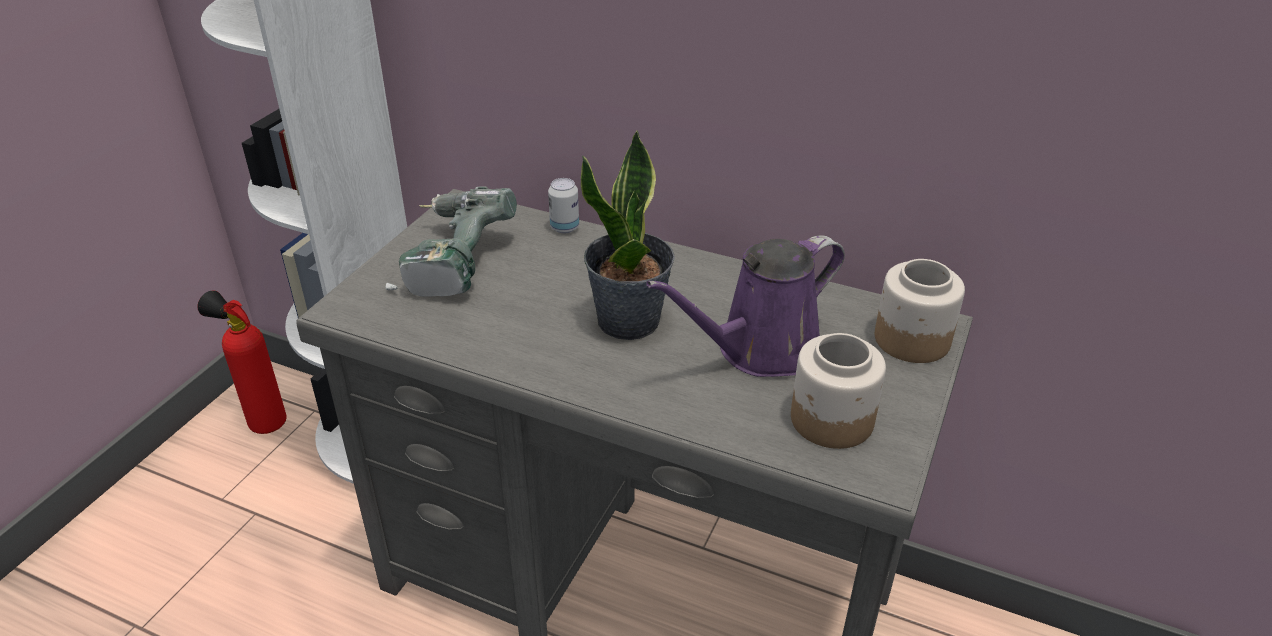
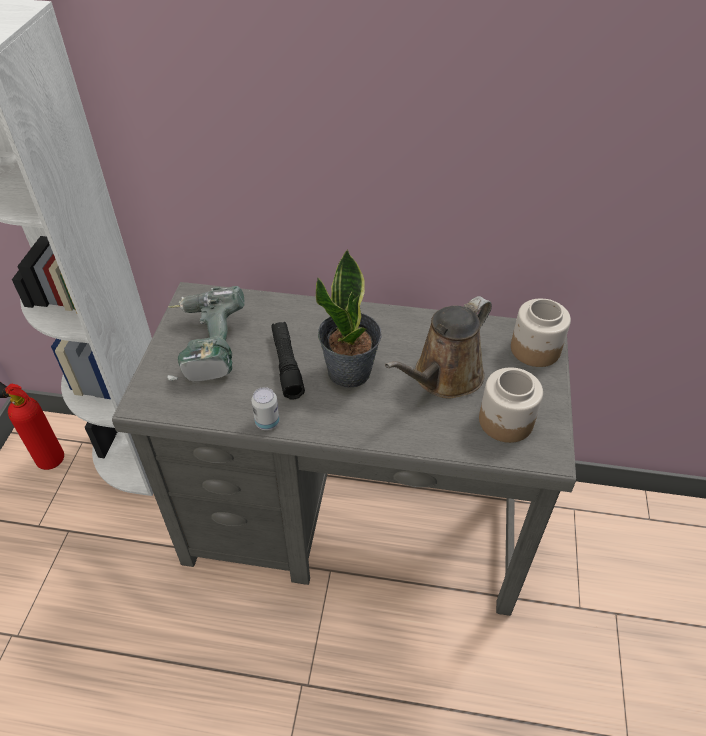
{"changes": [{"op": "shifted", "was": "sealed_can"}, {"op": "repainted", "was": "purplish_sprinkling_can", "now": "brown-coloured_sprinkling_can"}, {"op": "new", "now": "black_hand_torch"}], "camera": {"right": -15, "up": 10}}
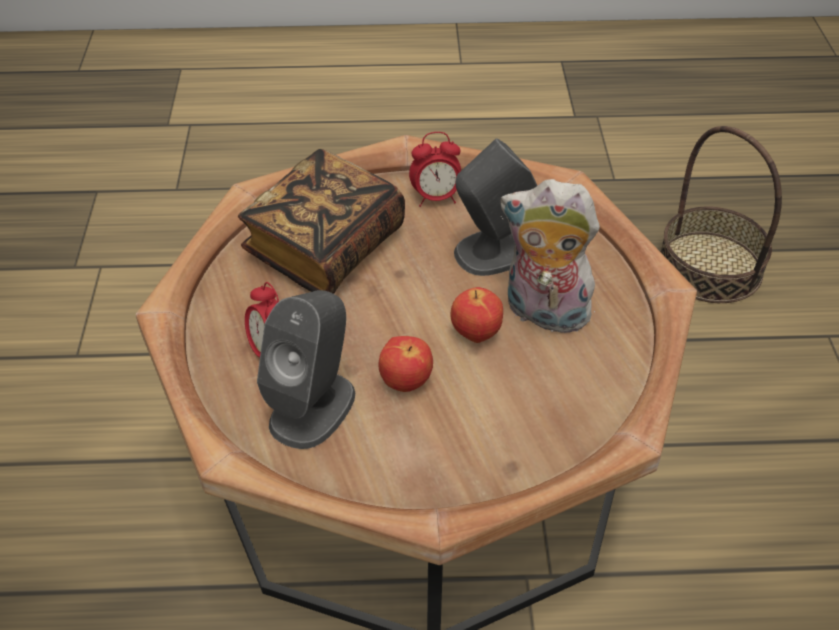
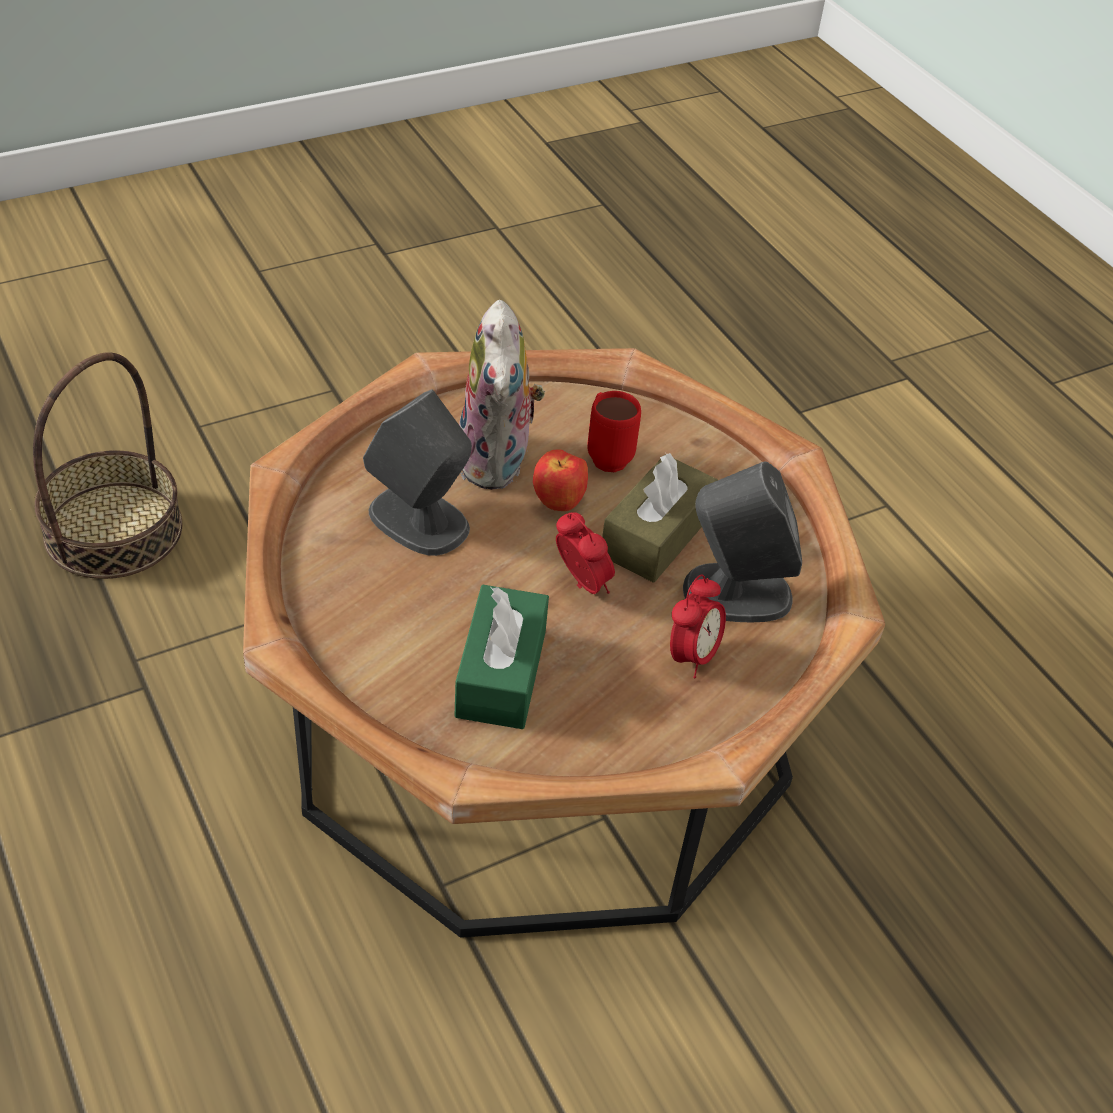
{"changes": [{"op": "swapped", "was": "book", "now": "green-coloured_tissue_box"}, {"op": "swapped", "was": "apple_fruit (no. 1 from left)", "now": "brown-coloured_tissue_box"}, {"op": "shifted", "was": "bedside_clock (no. 2 from left in the first image)", "now": "bedside_clock (no. 1 from left)"}, {"op": "new", "now": "red_mug"}], "camera": {"right": -120, "up": 0}}
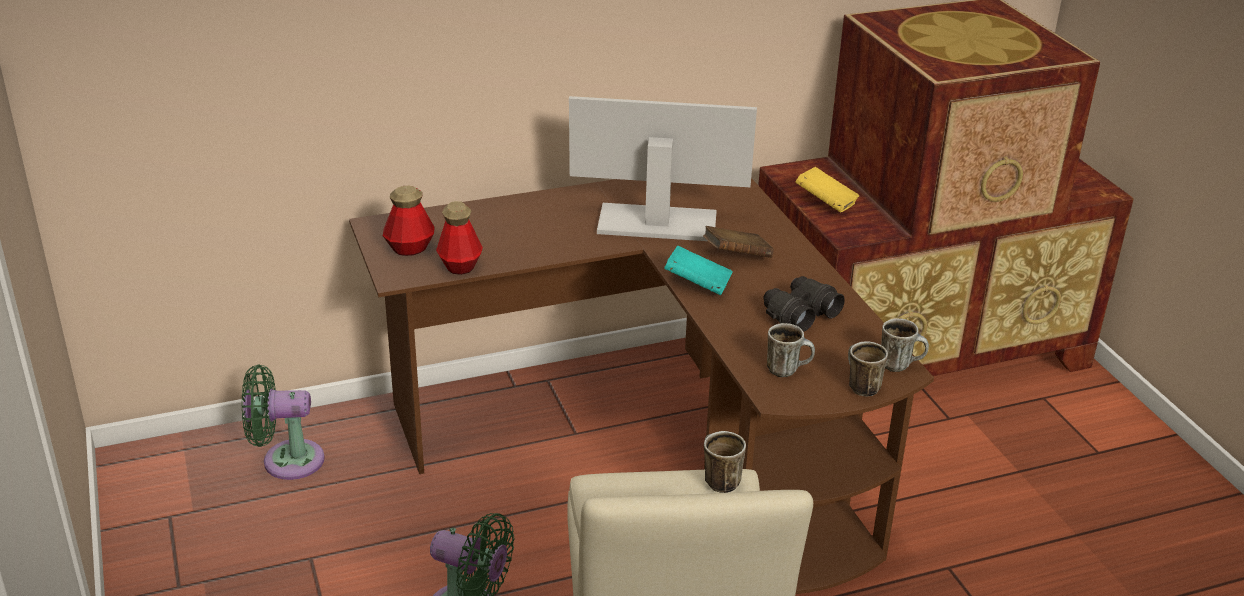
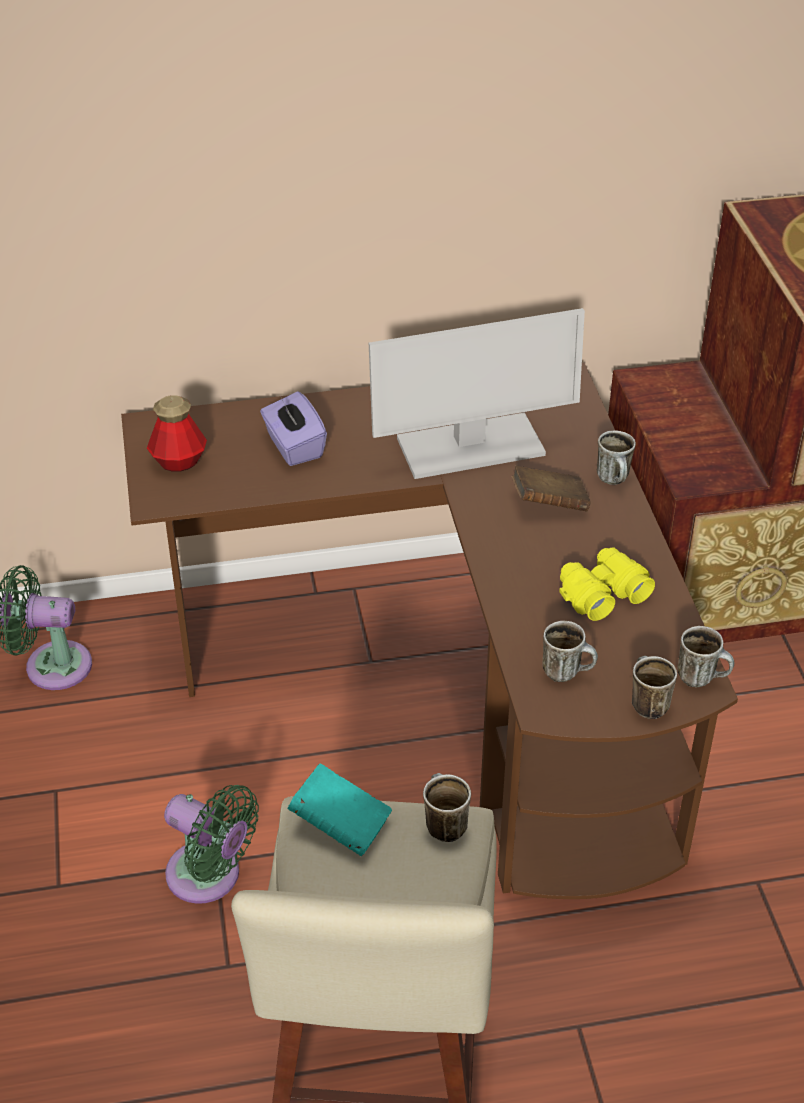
{"changes": [{"op": "gone", "was": "bottle (no. 2 from left)"}, {"op": "rotated", "was": "computer_display", "clockwise": 150}, {"op": "shifted", "was": "turquoise-coloured_book"}, {"op": "repainted", "was": "black_pair_of_binoculars", "now": "yellow-coloured_pair_of_binoculars"}, {"op": "gone", "was": "yellow-coloured_book"}, {"op": "new", "now": "purplish_tissue_box"}, {"op": "new", "now": "mug (no. 3 from left)"}], "camera": {"right": 10, "up": 10}}
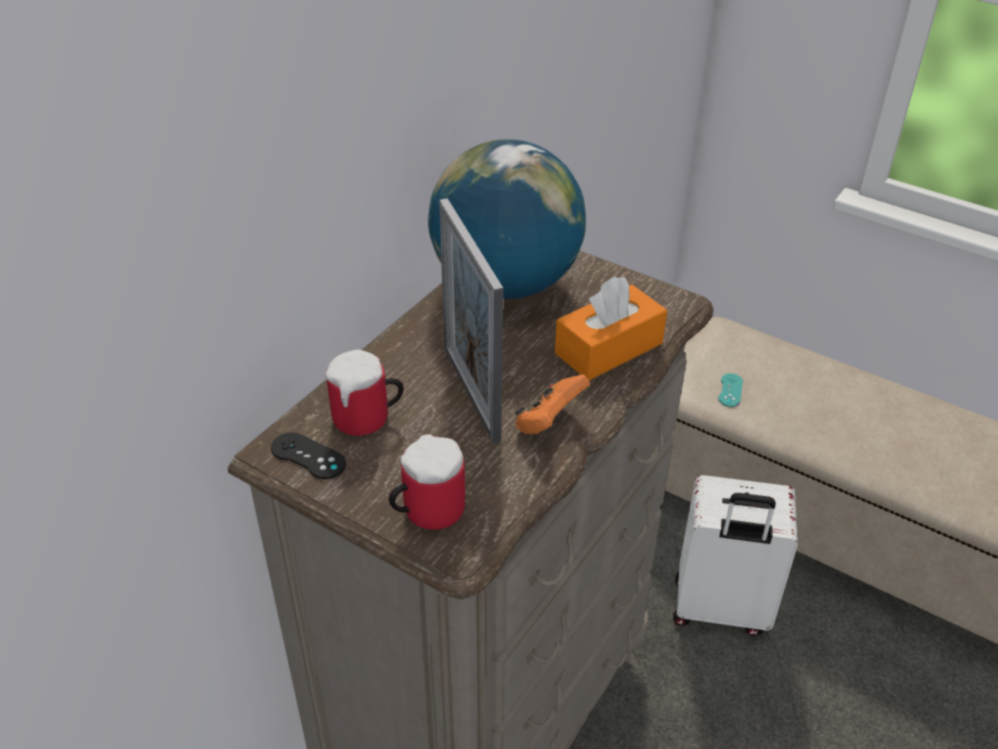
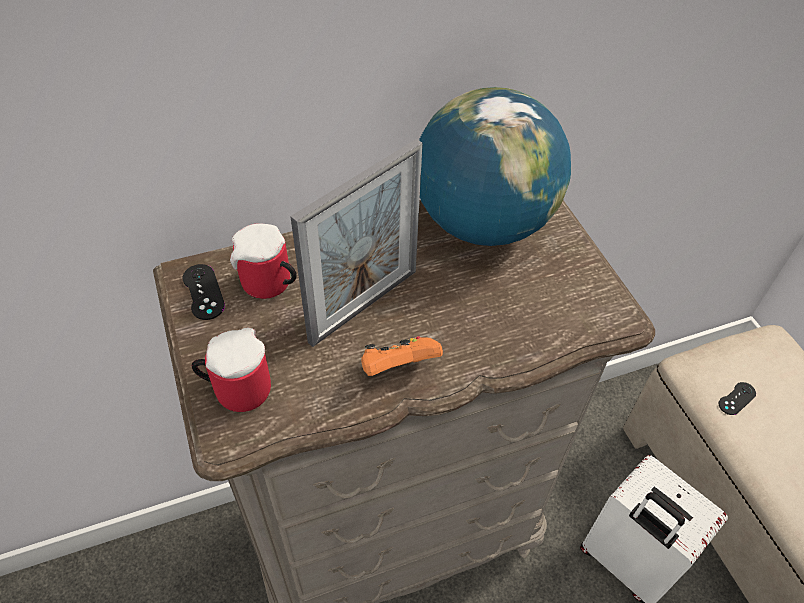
{"changes": [{"op": "rotated", "was": "picture_frame", "clockwise": -150}, {"op": "gone", "was": "orange-coloured_tissue_box"}, {"op": "repainted", "was": "turquoise-coloured_joypad", "now": "black_joypad (no. 2 from left)"}], "camera": {"right": 35, "up": 10}}
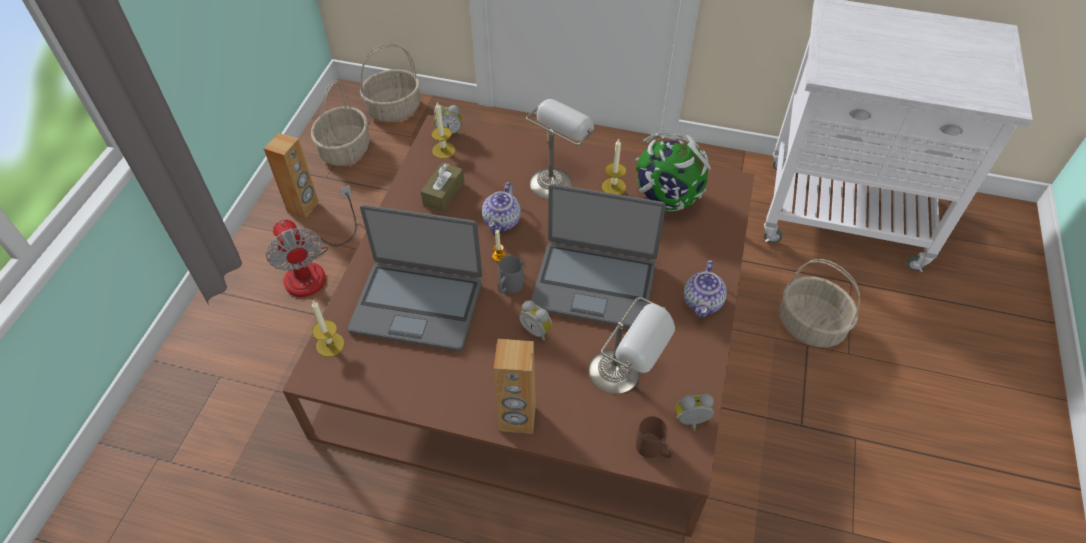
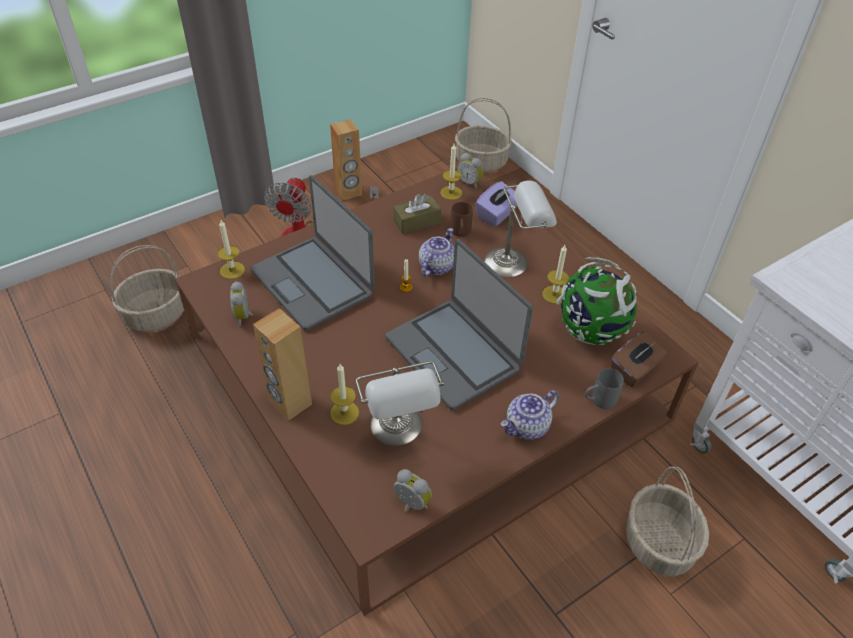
{"changes": [{"op": "shifted", "was": "storage_basket (no. 1 from left)"}, {"op": "rotated", "was": "teapot (no. 1 from left)", "clockwise": 150}, {"op": "shifted", "was": "grey_mug"}, {"op": "shifted", "was": "bedside_clock (no. 2 from left in the first image)", "now": "bedside_clock (no. 1 from left)"}, {"op": "shifted", "was": "brown-coloured_mug"}, {"op": "new", "now": "candle (no. 2 from left)"}, {"op": "new", "now": "purplish_tissue_box"}, {"op": "new", "now": "brown-coloured_tissue_box (no. 2 from left)"}], "camera": {"right": 40, "up": -5}}
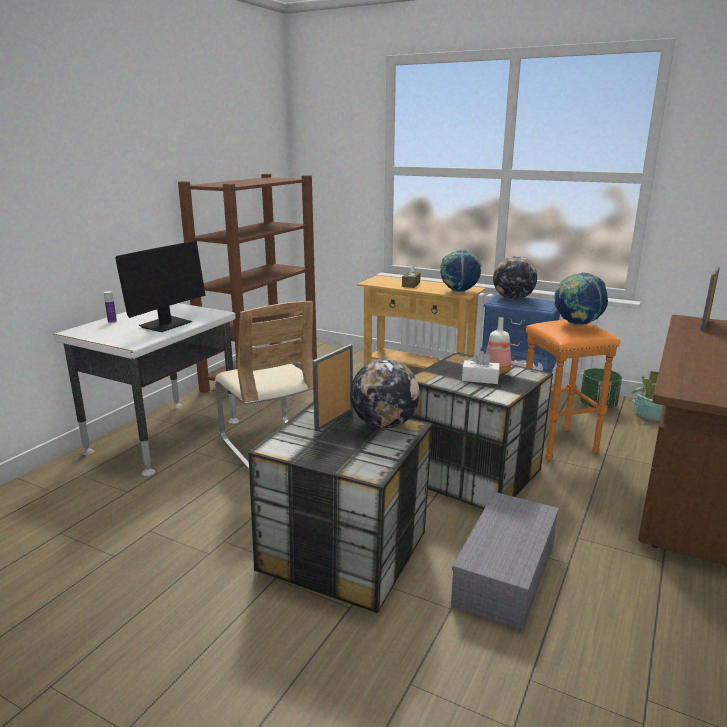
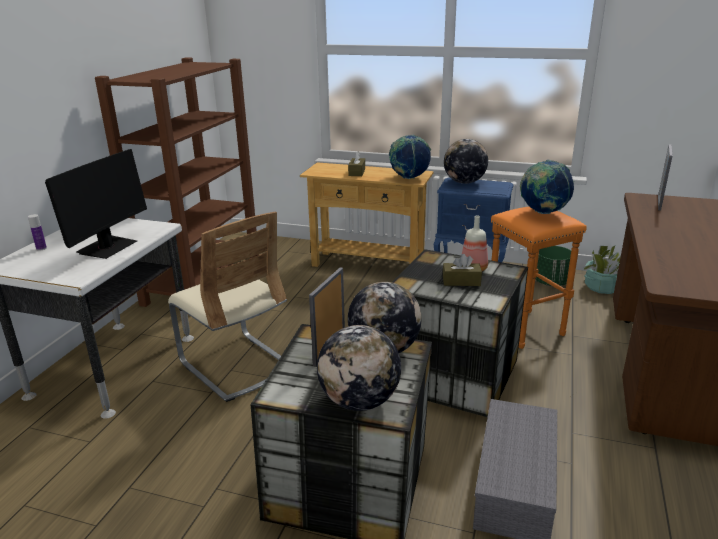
{"changes": [{"op": "repainted", "was": "whitish_tissue_box", "now": "brown-coloured_tissue_box (no. 2 from left)"}, {"op": "new", "now": "world_globe (no. 1 from left)"}], "camera": {"right": -10, "up": 5}}
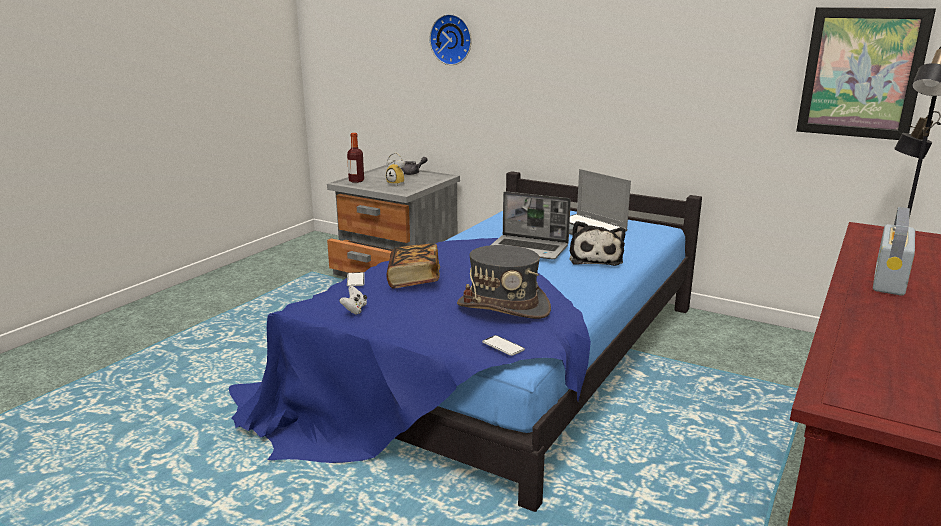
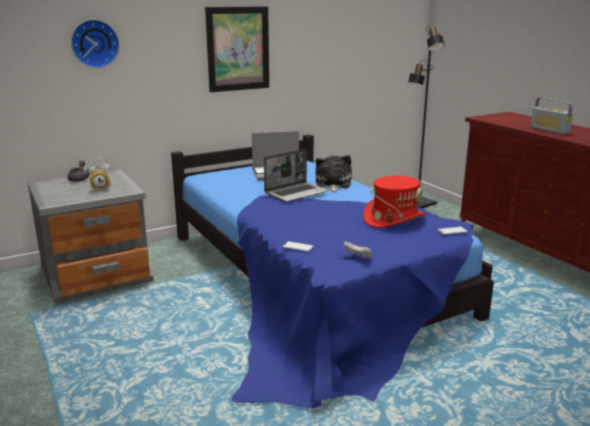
{"changes": [{"op": "gone", "was": "bottle"}, {"op": "gone", "was": "book"}, {"op": "repainted", "was": "grey_hat", "now": "red_hat"}, {"op": "rotated", "was": "cuddly_toy", "clockwise": -120}, {"op": "shifted", "was": "wall_picture"}], "camera": {"right": -60, "up": 0}}
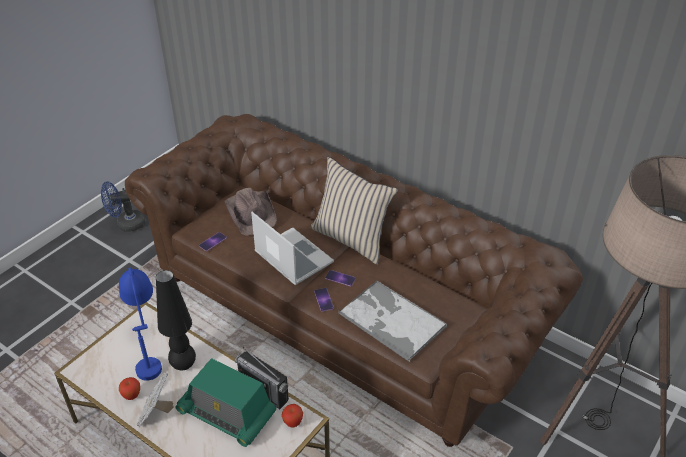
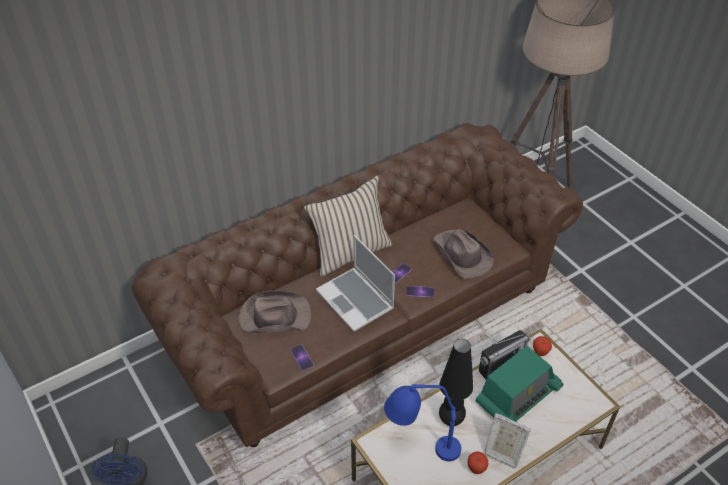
{"changes": [{"op": "rotated", "was": "laptop", "clockwise": -105}, {"op": "swapped", "was": "carrying_tray", "now": "brown-coloured_hat (no. 2 from left)"}], "camera": {"right": -70, "up": 5}}
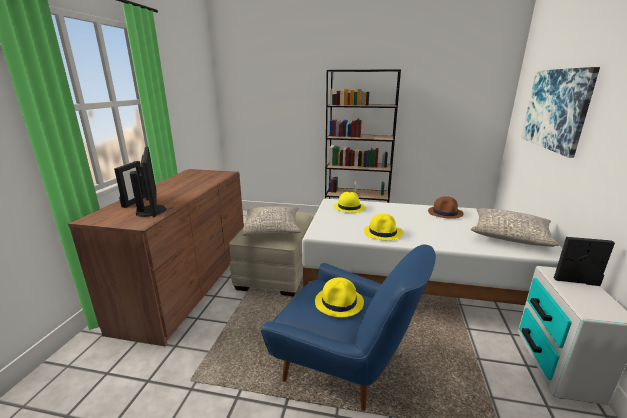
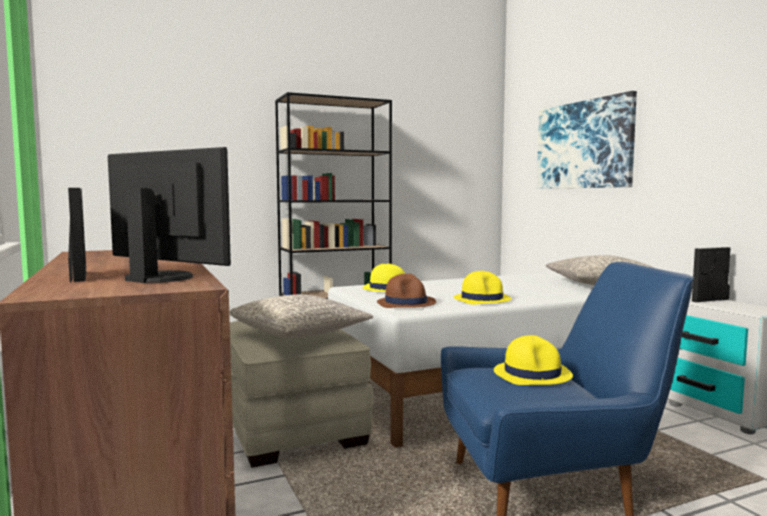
{"changes": [{"op": "shifted", "was": "brown-coloured_hat"}], "camera": {"right": -35, "up": -15}}
